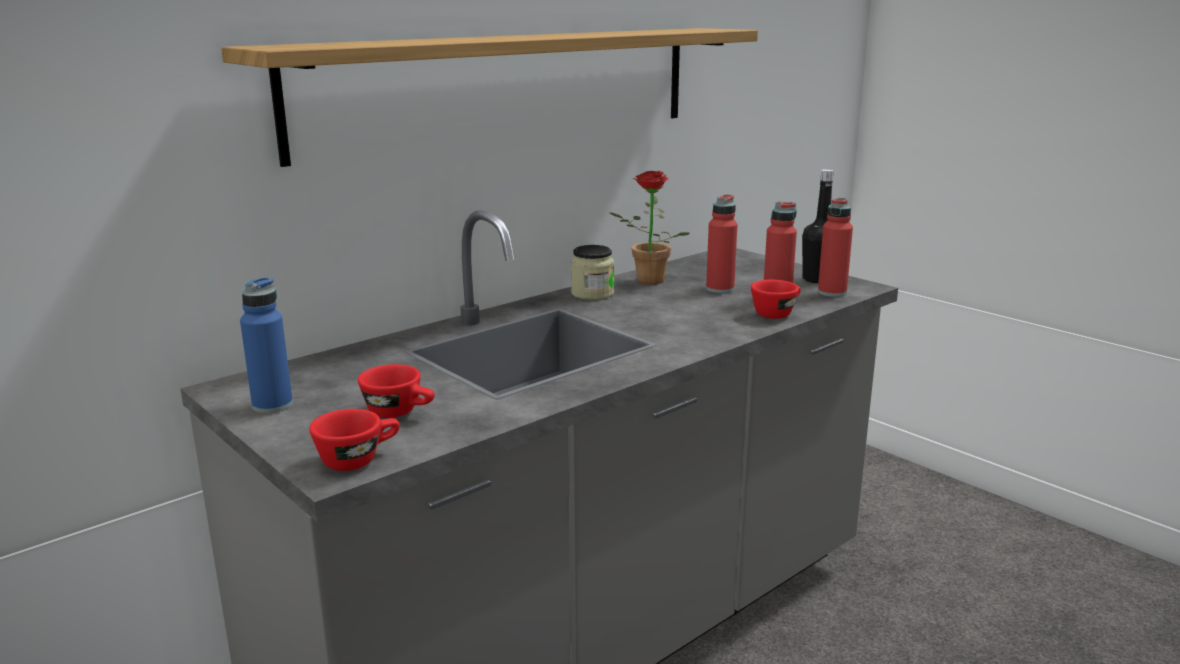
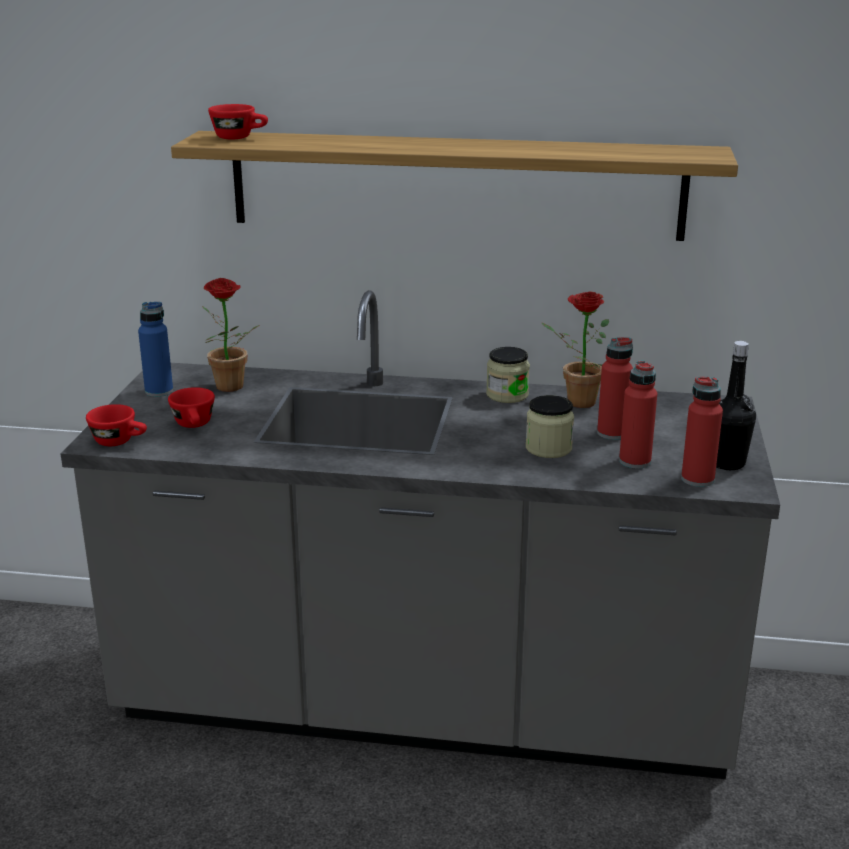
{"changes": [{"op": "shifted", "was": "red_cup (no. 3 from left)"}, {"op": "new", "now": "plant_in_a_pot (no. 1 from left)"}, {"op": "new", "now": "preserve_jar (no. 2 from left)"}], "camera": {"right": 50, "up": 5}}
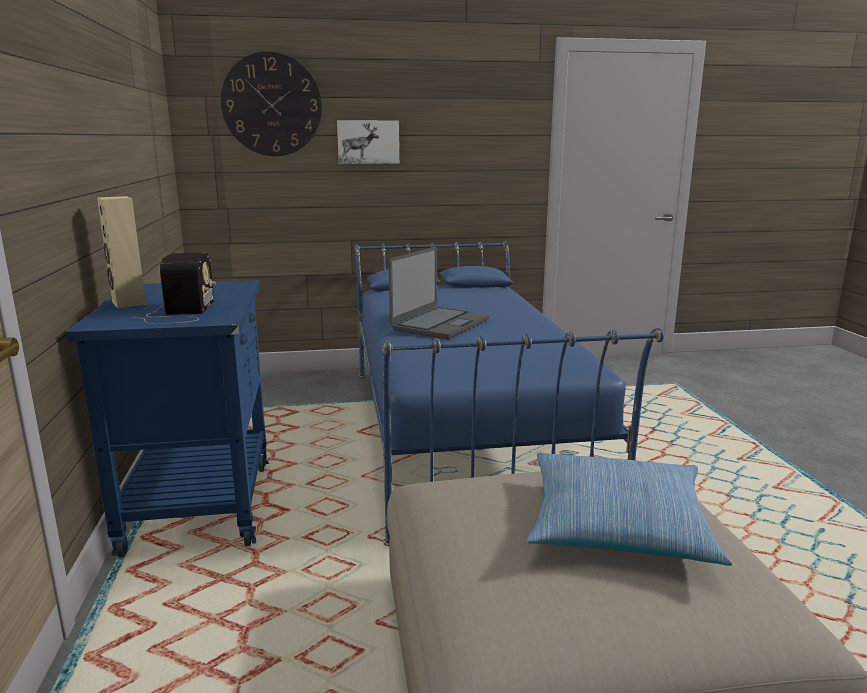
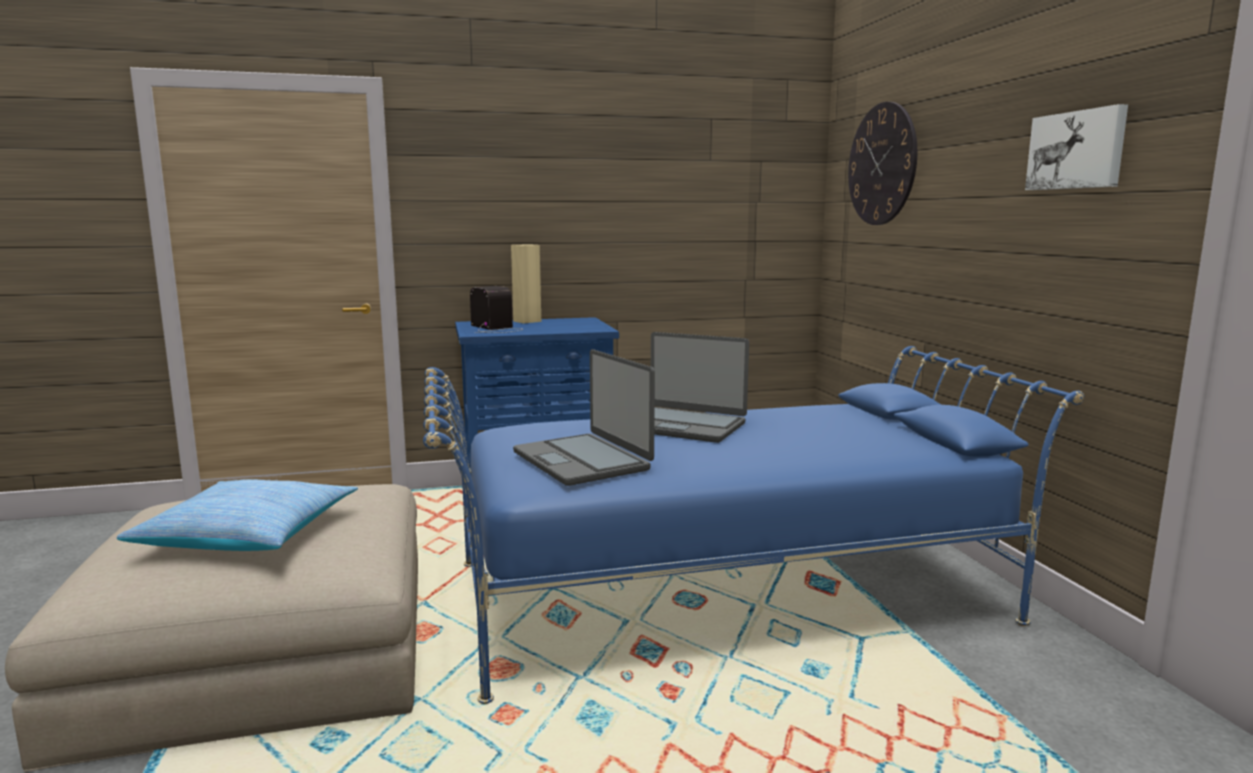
{"changes": [{"op": "rotated", "was": "radio_receiver", "clockwise": -120}, {"op": "shifted", "was": "wall_picture"}, {"op": "new", "now": "laptop (no. 1 from left)"}], "camera": {"right": 85, "up": -5}}
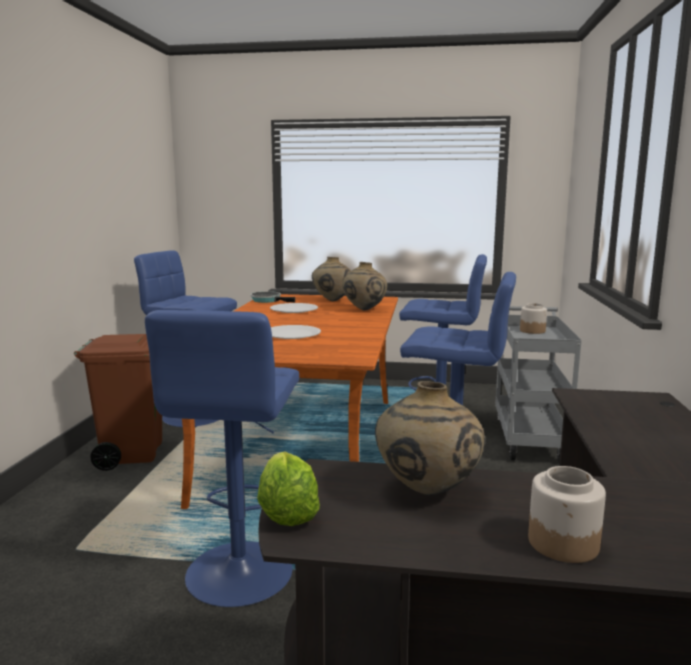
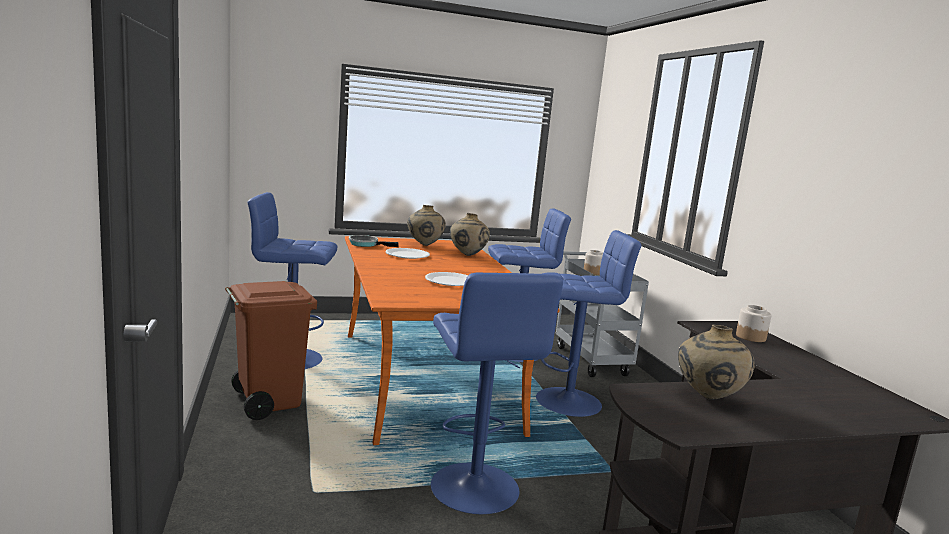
{"changes": [{"op": "gone", "was": "lettuce"}, {"op": "shifted", "was": "preserve_jar (no. 2 from left)"}], "camera": {"right": -25, "up": 0}}
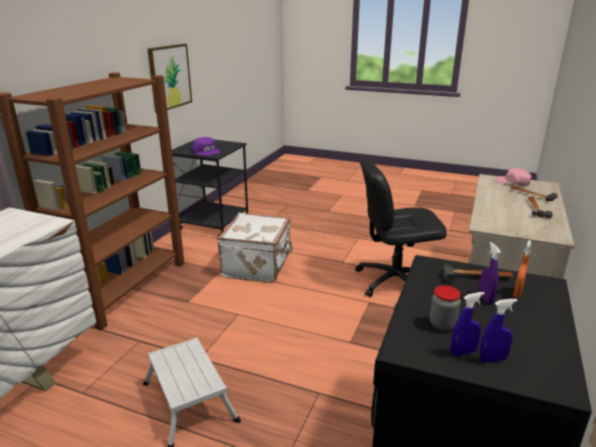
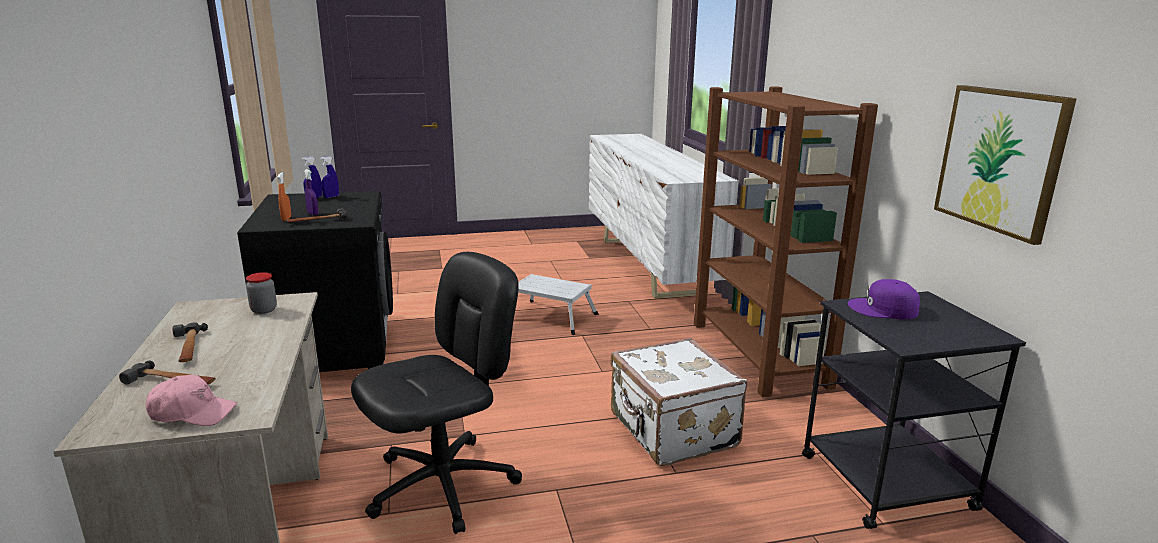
{"changes": [{"op": "shifted", "was": "preserve_jar"}], "camera": {"right": 145, "up": -5}}
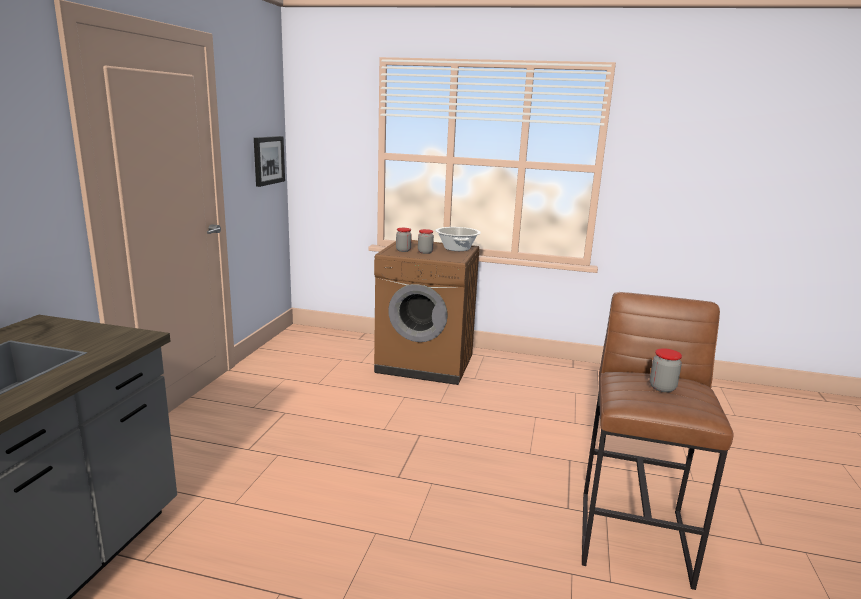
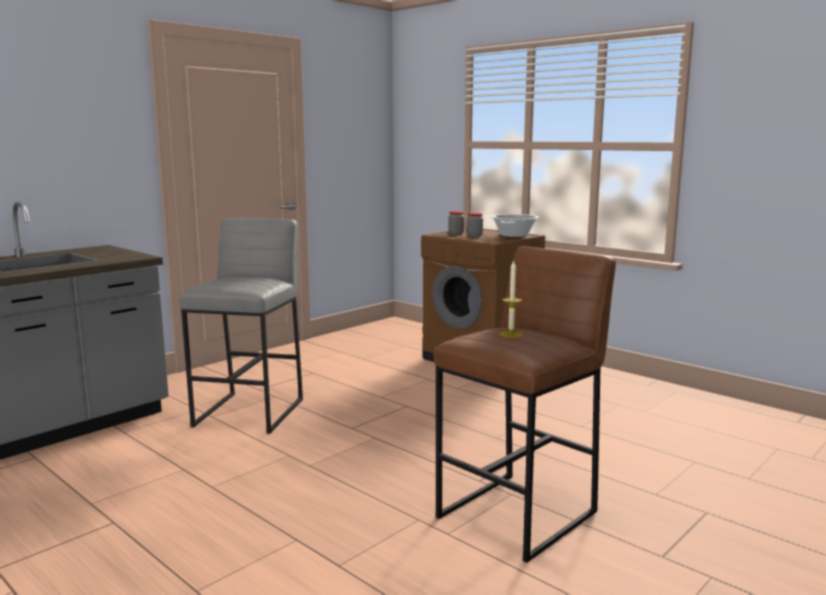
{"changes": [{"op": "gone", "was": "wall_picture"}, {"op": "swapped", "was": "preserve_jar (no. 3 from left)", "now": "candle"}, {"op": "new", "now": "grey_stool"}], "camera": {"right": 30, "up": -5}}
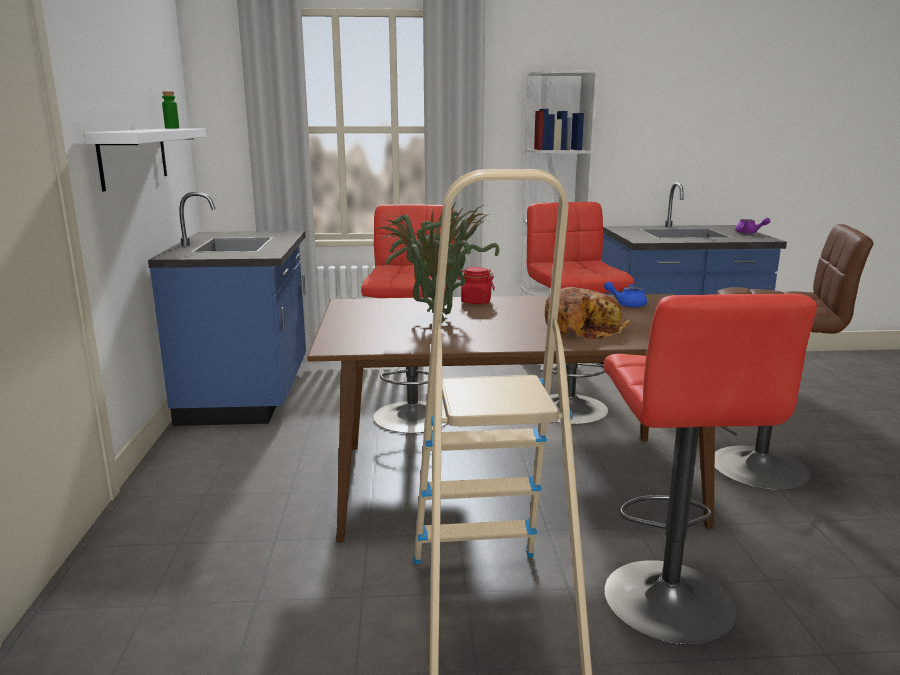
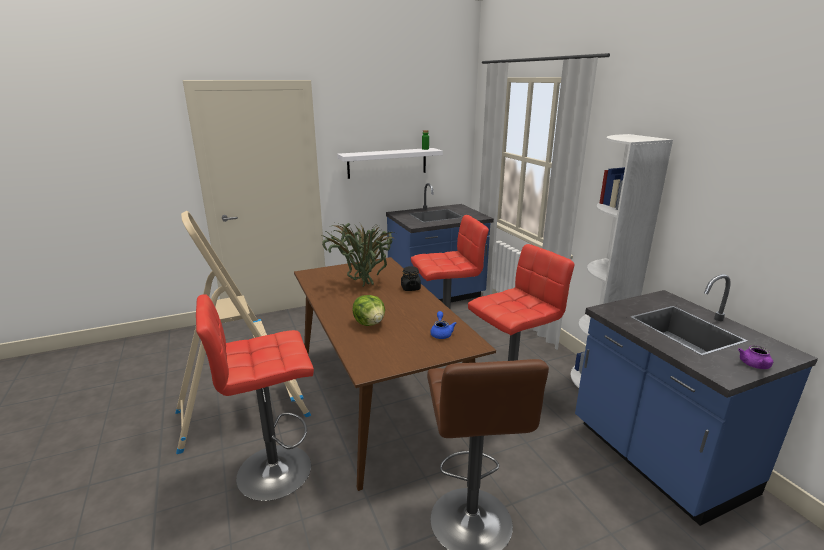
{"changes": [{"op": "repainted", "was": "red_preserve_jar", "now": "black_preserve_jar"}, {"op": "swapped", "was": "baked_bread", "now": "lettuce"}], "camera": {"right": 70, "up": 5}}
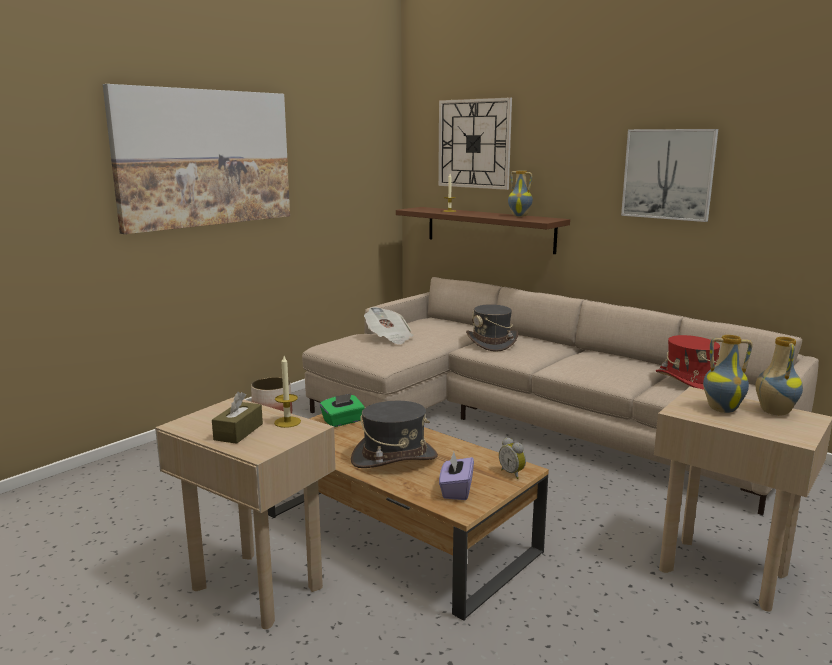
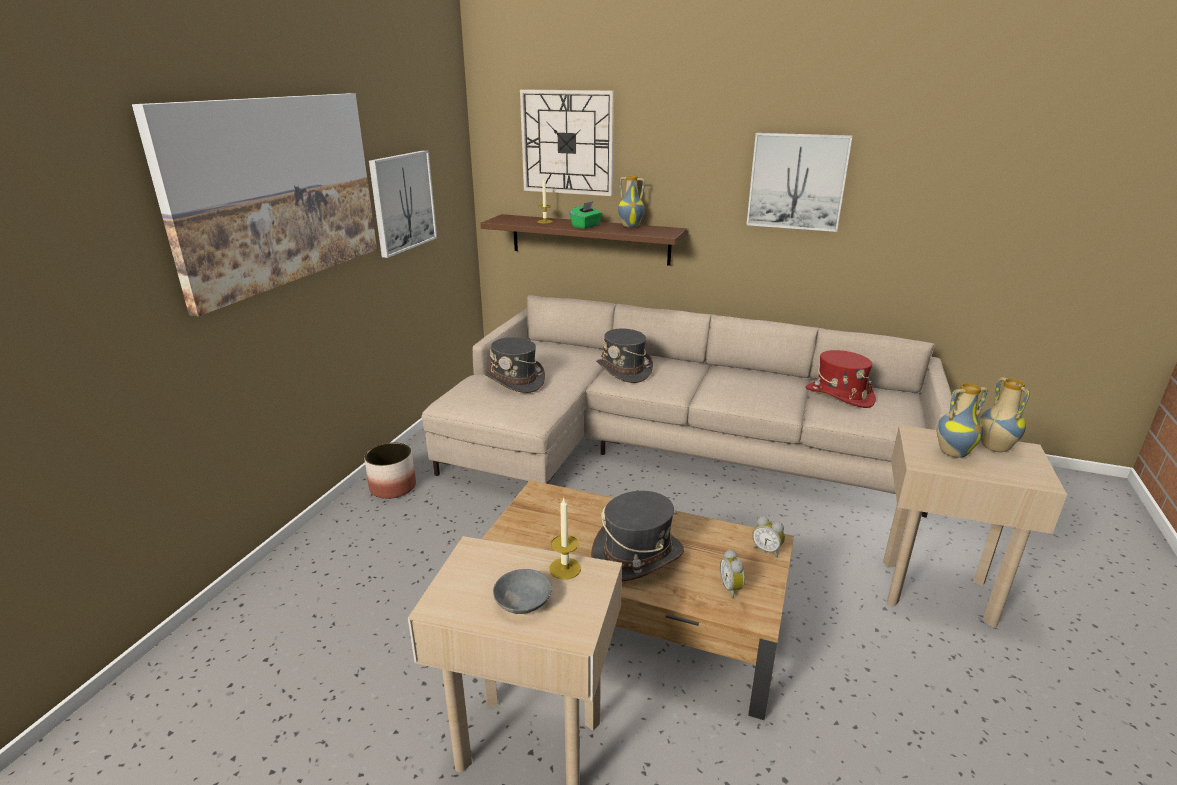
{"changes": [{"op": "swapped", "was": "brown-coloured_tissue_box", "now": "grey_bowl"}, {"op": "shifted", "was": "green-coloured_tissue_box"}, {"op": "swapped", "was": "daily_paper", "now": "grey_hat (no. 1 from left)"}, {"op": "swapped", "was": "purplish_tissue_box", "now": "bedside_clock (no. 1 from left)"}, {"op": "new", "now": "wall_picture (no. 2 from left)"}], "camera": {"right": -20, "up": 10}}
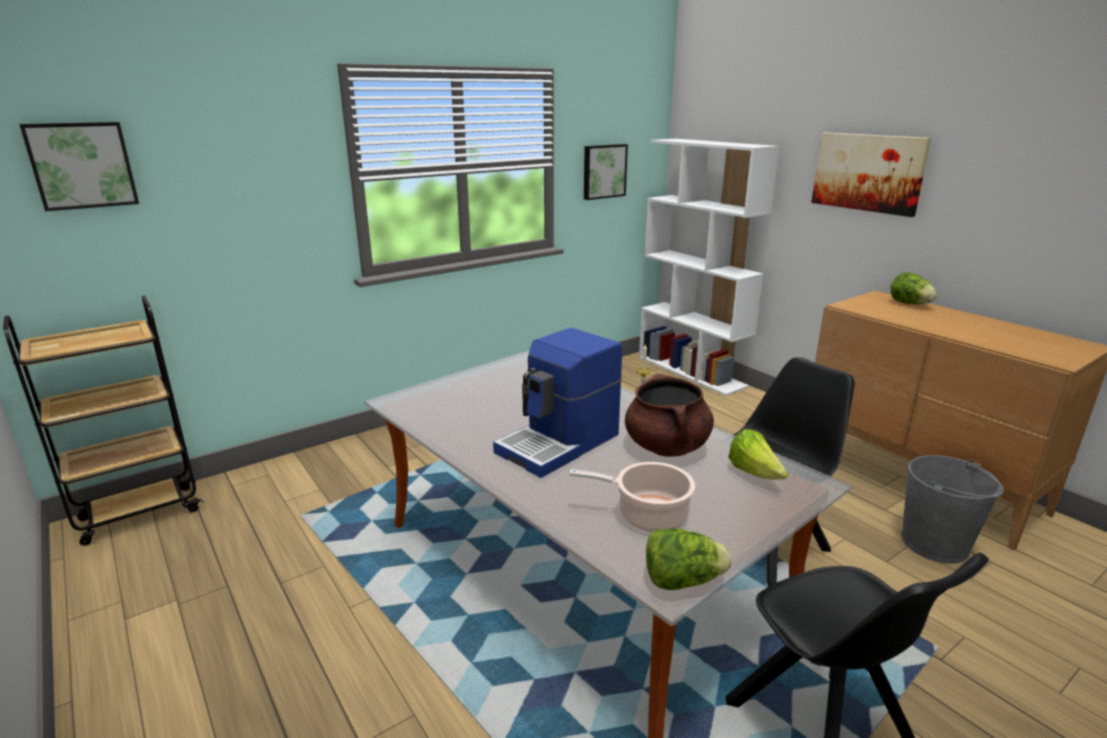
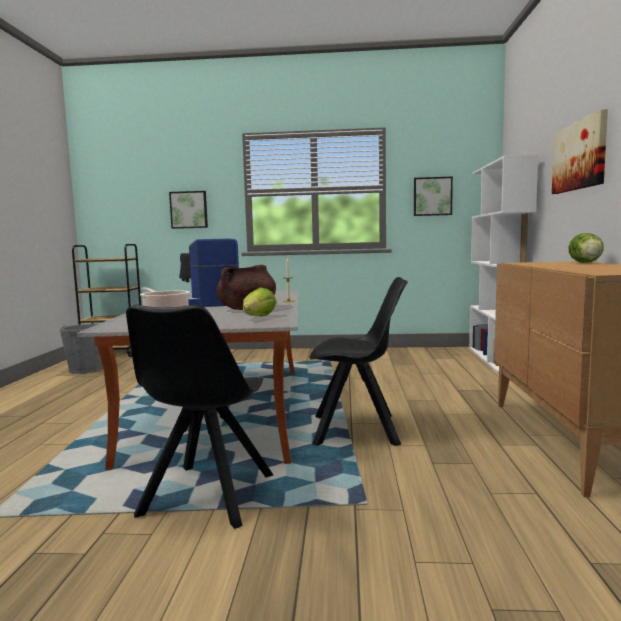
{"changes": [{"op": "shifted", "was": "wall_picture (no. 1 from left)"}, {"op": "gone", "was": "lettuce (no. 1 from left)"}, {"op": "shifted", "was": "grey_water_bucket"}], "camera": {"right": 40, "up": -15}}
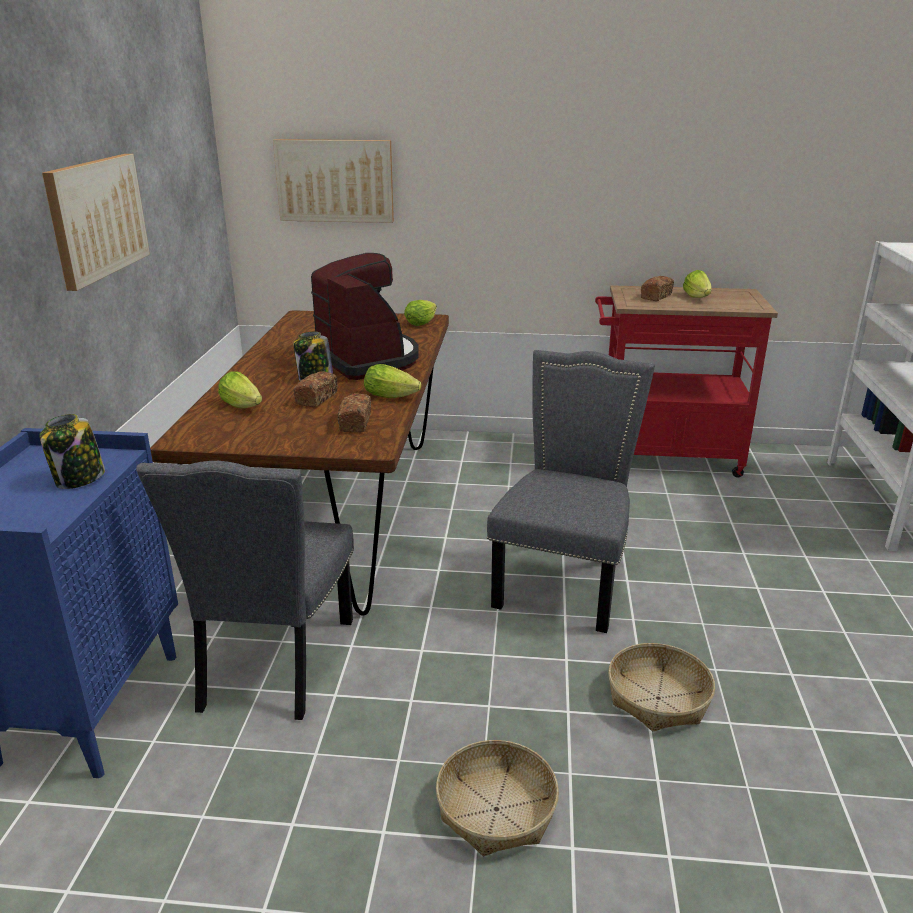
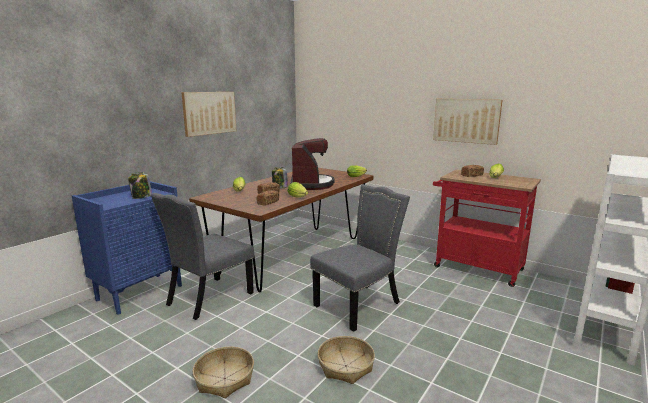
{"changes": [{"op": "shifted", "was": "wall_picture (no. 2 from left)"}], "camera": {"right": 30, "up": -10}}
